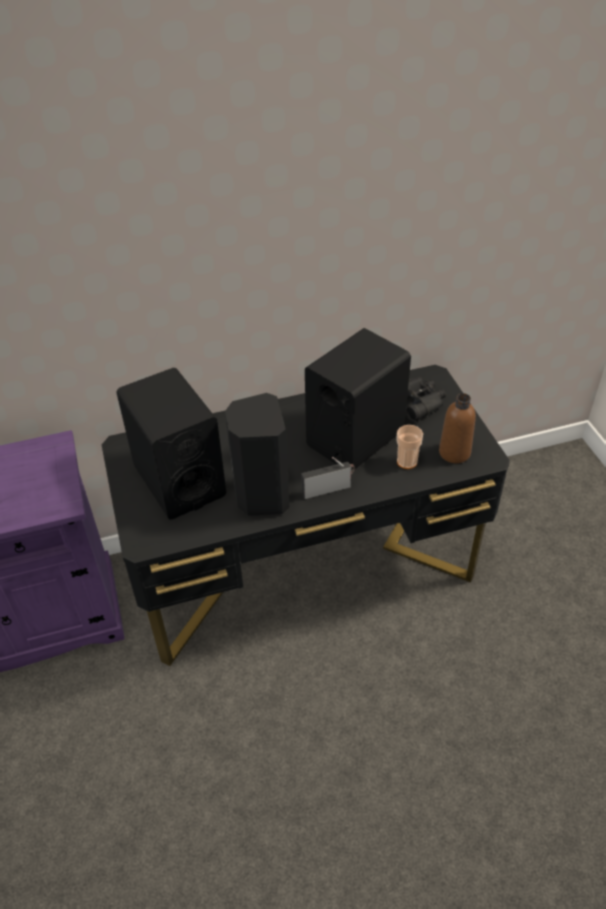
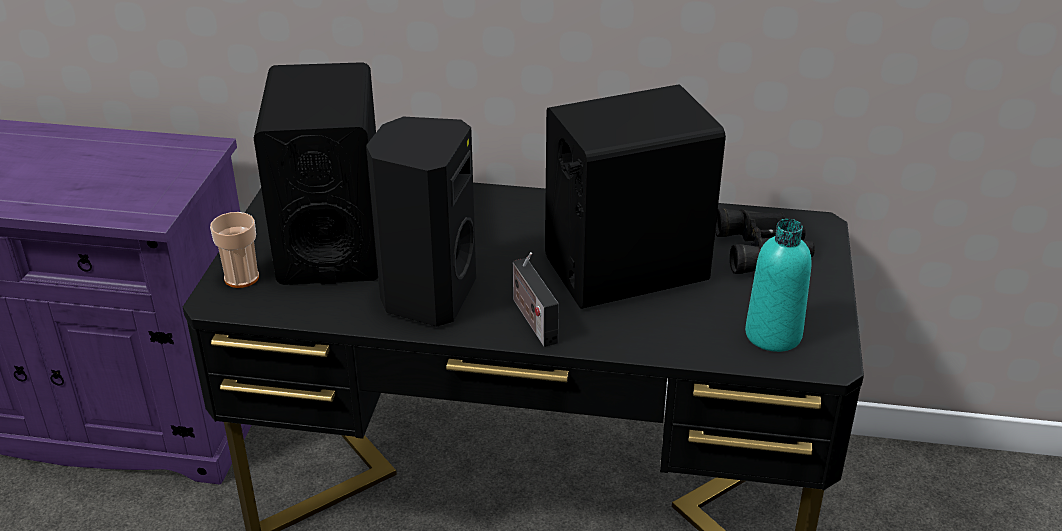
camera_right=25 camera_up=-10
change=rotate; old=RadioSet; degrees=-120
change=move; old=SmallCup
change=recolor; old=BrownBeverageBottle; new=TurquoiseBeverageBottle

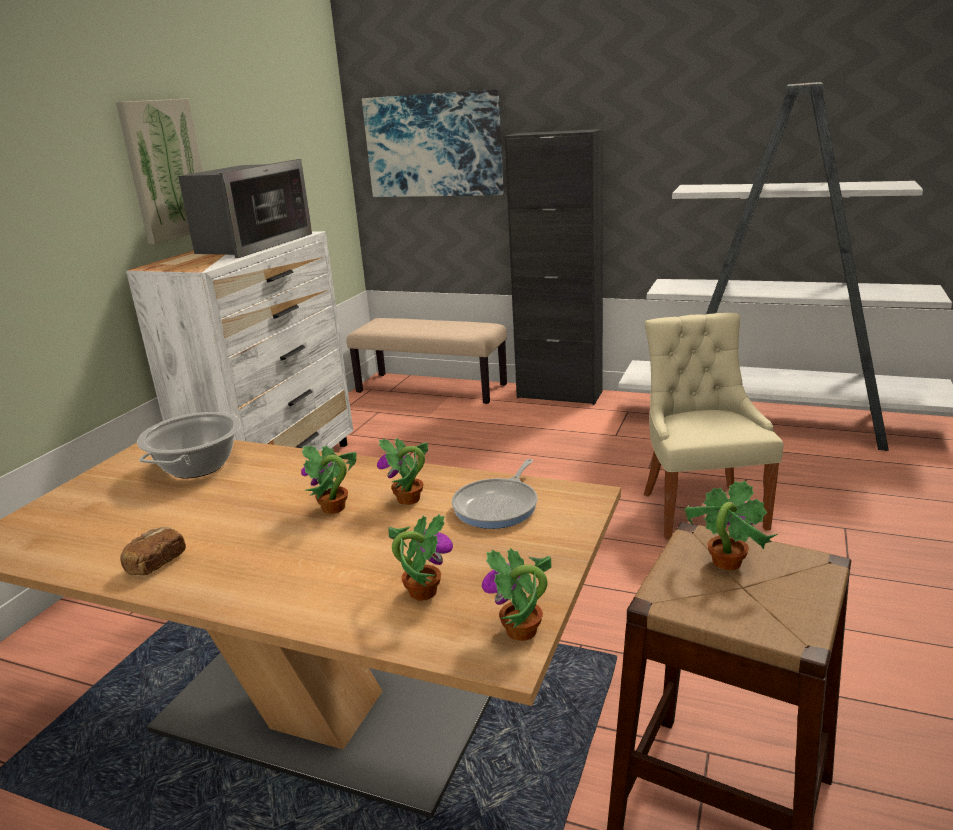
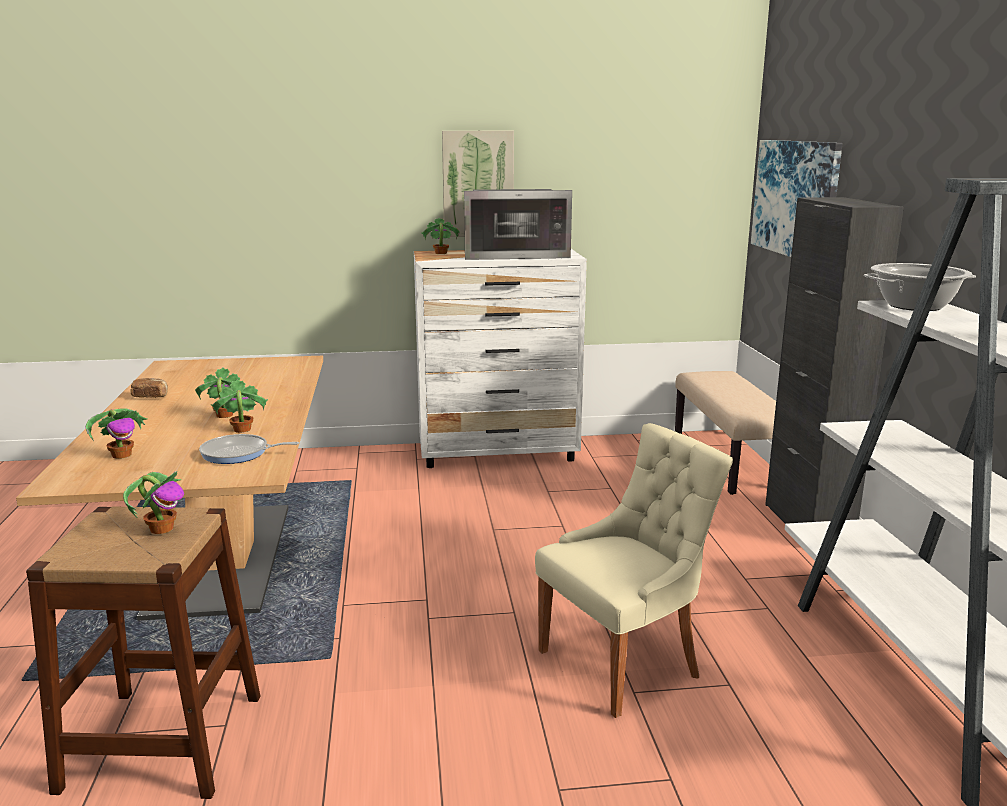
camera_right=60 camera_up=-5
change=move; old=Saucepot
change=move; old=PlantInAPot (4th from left in the first image); new=PlantInAPot (5th from left)

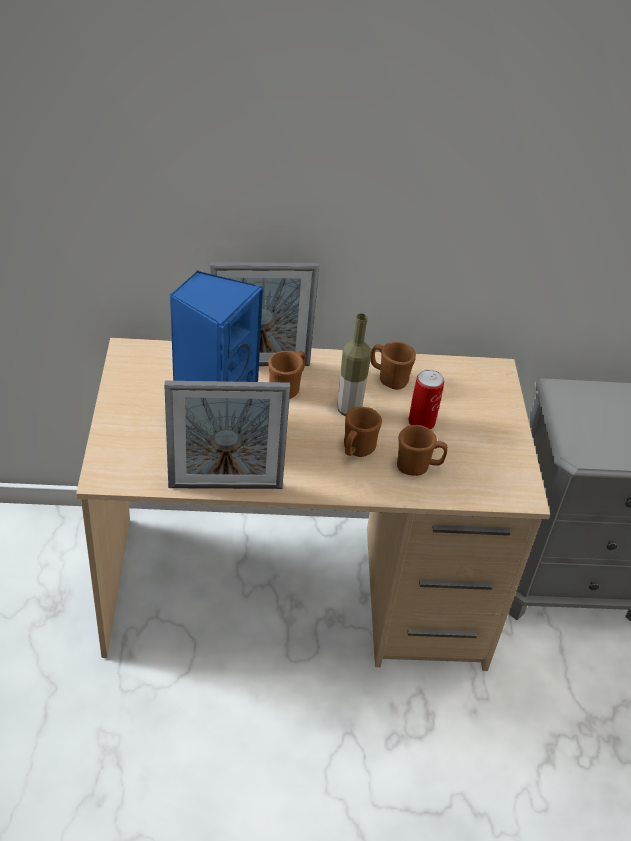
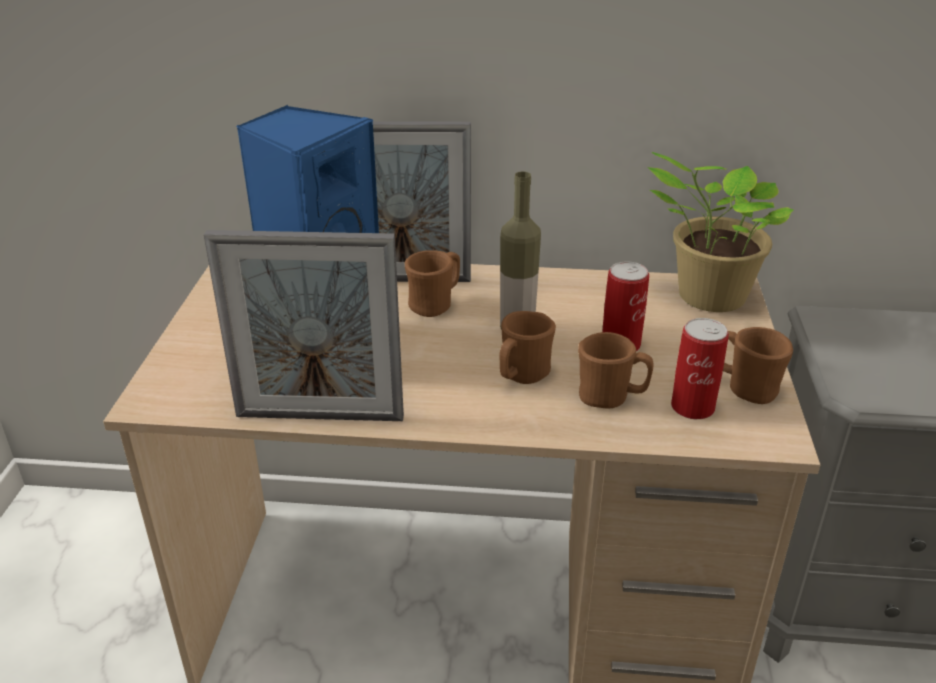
camera_right=10 camera_up=-10
change=move; old=BrownMug (3rd from left in the first image); new=BrownMug (4th from left)
change=insert; new=PlantInAPot
change=insert; new=Can (2nd from left)

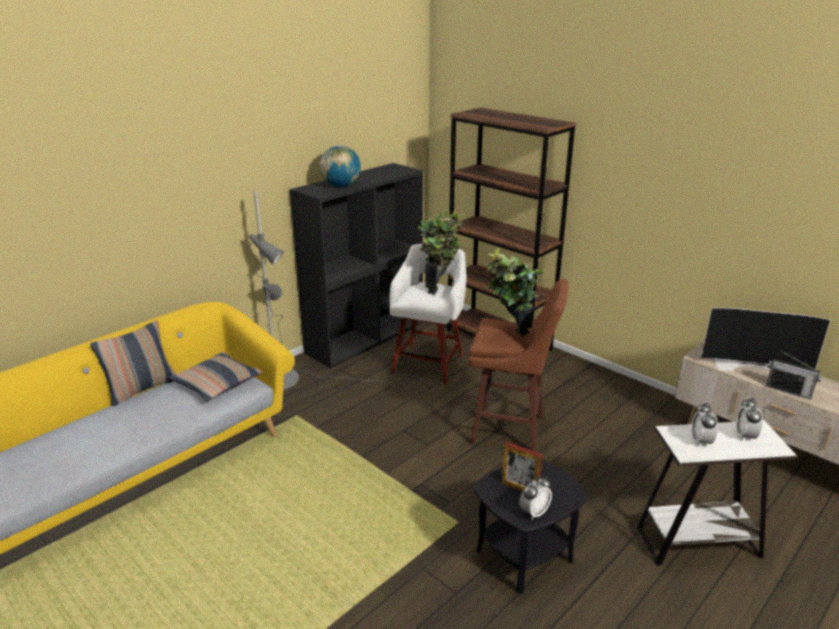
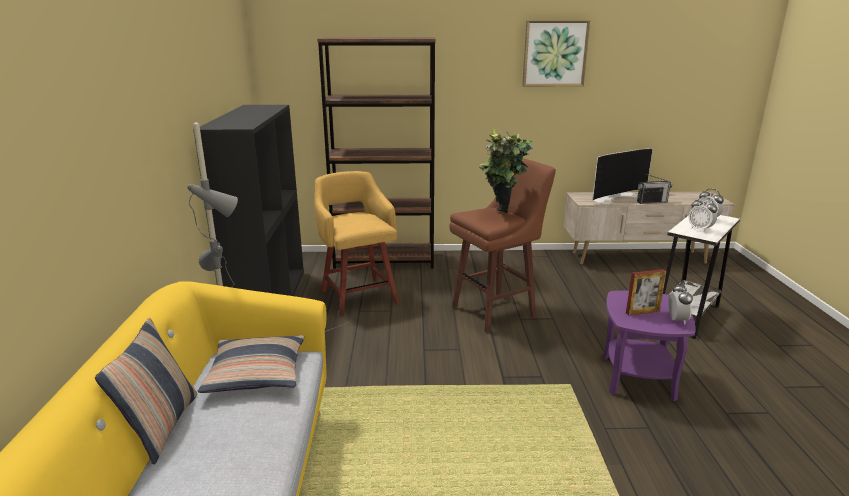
camera_right=-45 camera_up=-5
change=delete; old=Globe
change=recolor; old=WhiteStool; new=YellowStool
change=delete; old=PlantInAPot (1st from left)
change=recolor; old=BlackColouredSideTable; new=PurpleSideTable
change=insert; new=WallPicture

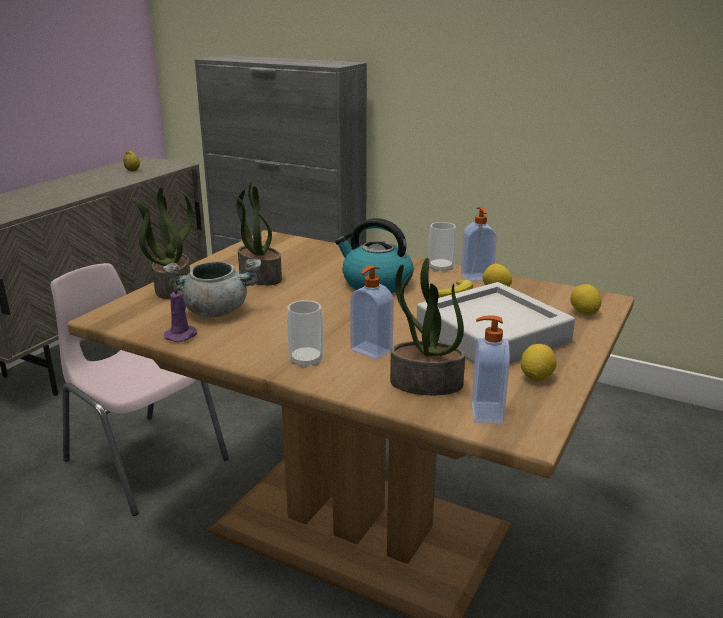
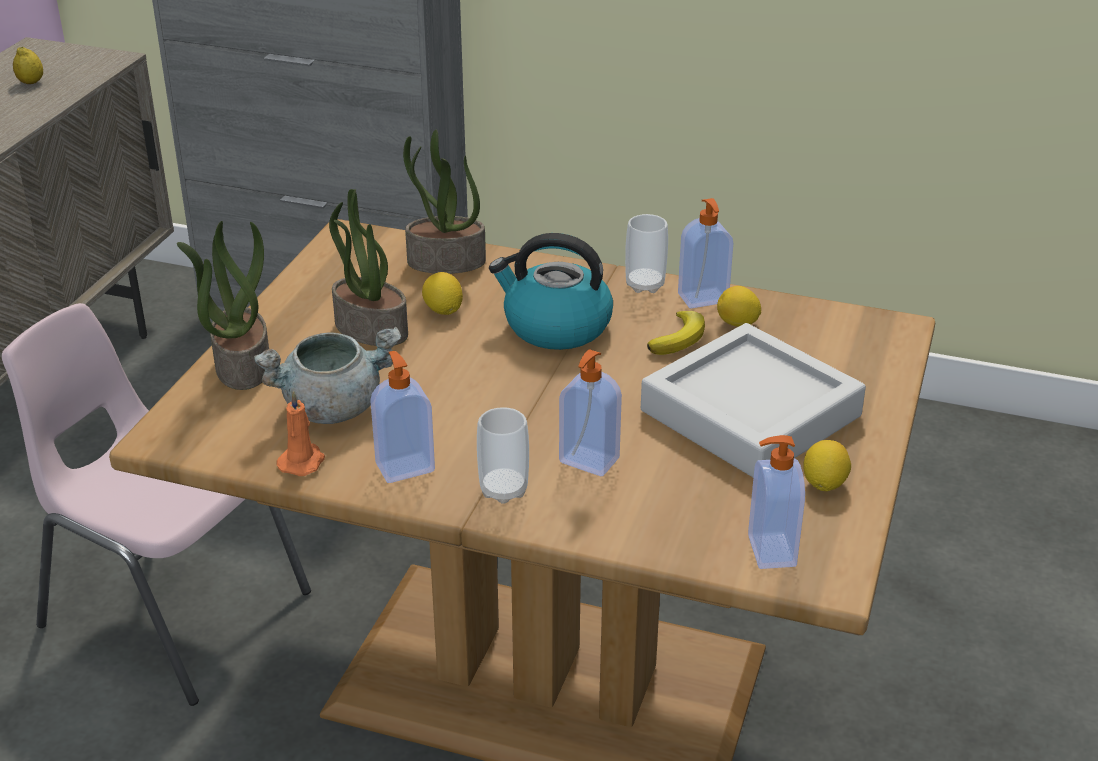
camera_right=-10 camera_up=10
change=recolor; old=PurpleWaxCandle; new=OrangeColouredWaxCandle
change=move; old=PlantInAPot (3rd from left)
change=move; old=WholeLemon (4th from left in the first image); new=WholeLemon (2nd from left)
change=insert; new=SoapDispenser (1st from left)

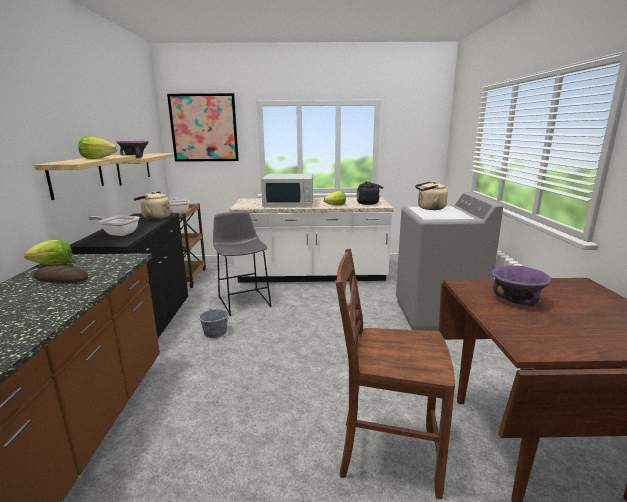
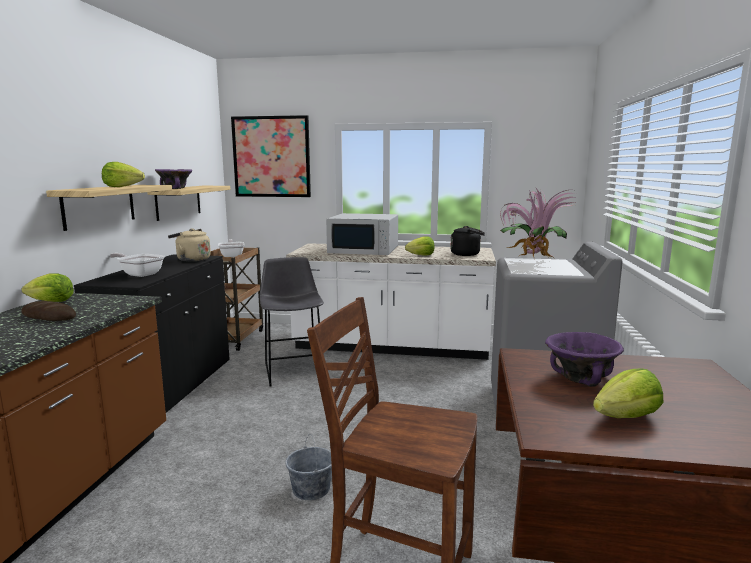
camera_right=10 camera_up=-5
change=move; old=GreyPail
change=replace; old=BeigeColouredTeaKettle (2nd from left); new=PlantInAPot
change=insert; new=HeadOfLettuce (4th from left)

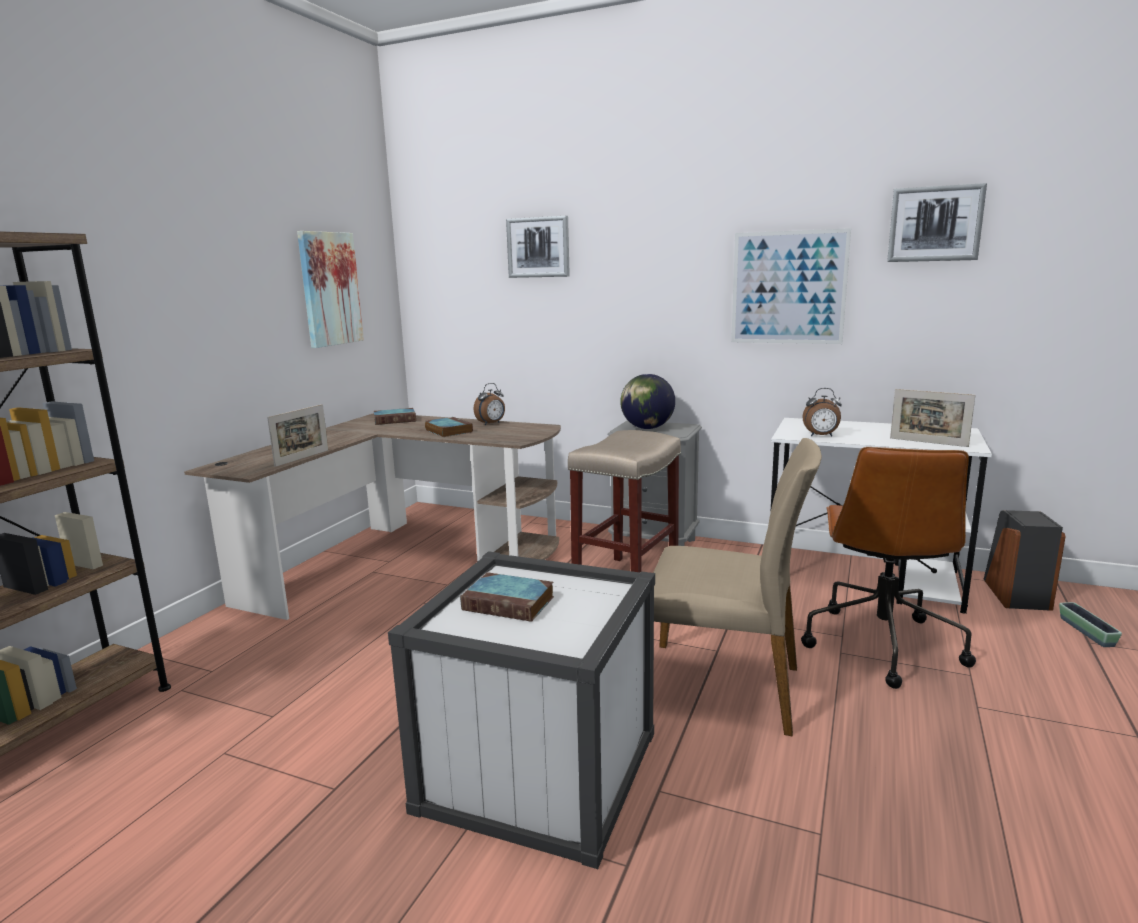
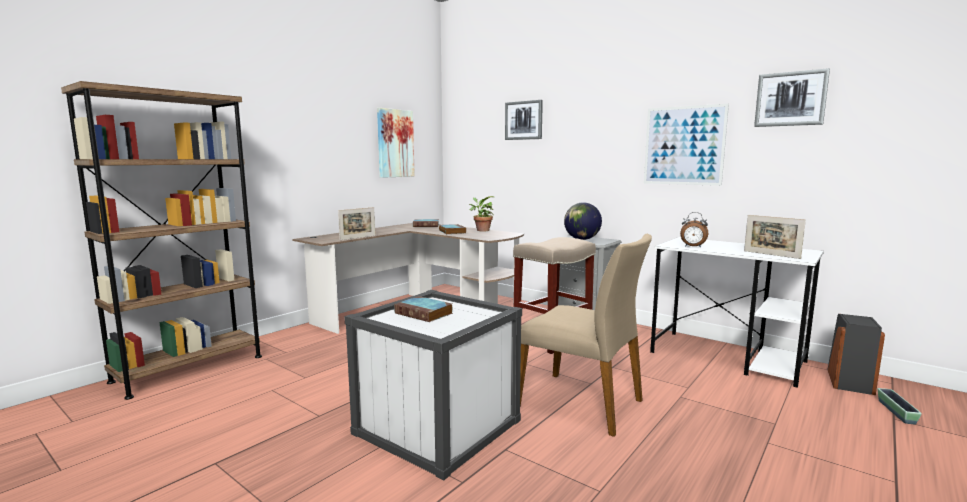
camera_right=15 camera_up=-5
change=replace; old=TableClock (1st from left); new=PlantInAPot
change=delete; old=BrownOfficeChair

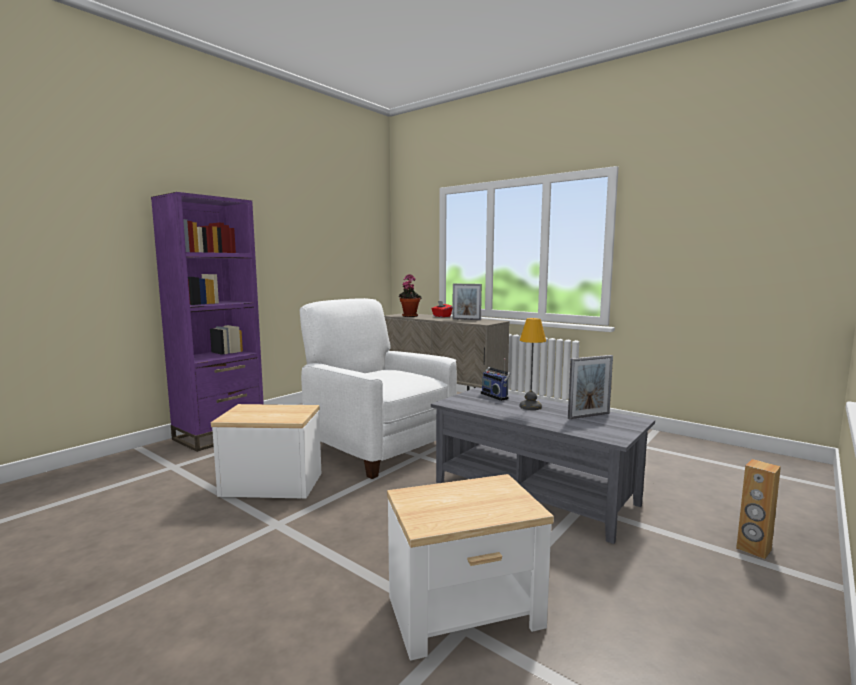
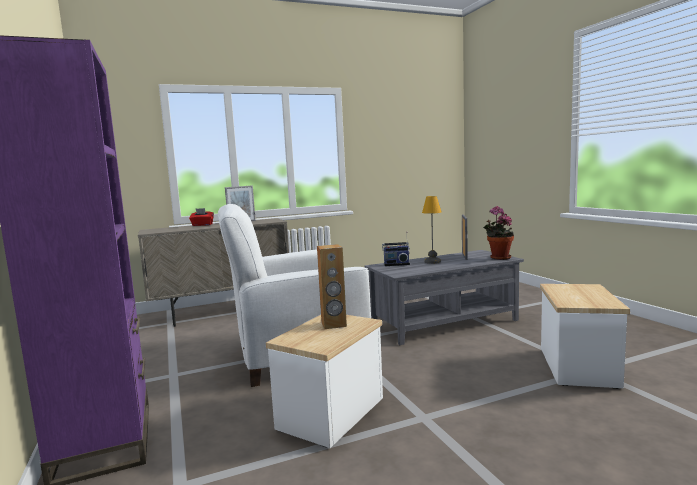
camera_right=-60 camera_up=0
change=move; old=PlantInAPot
change=move; old=BrownSpeaker

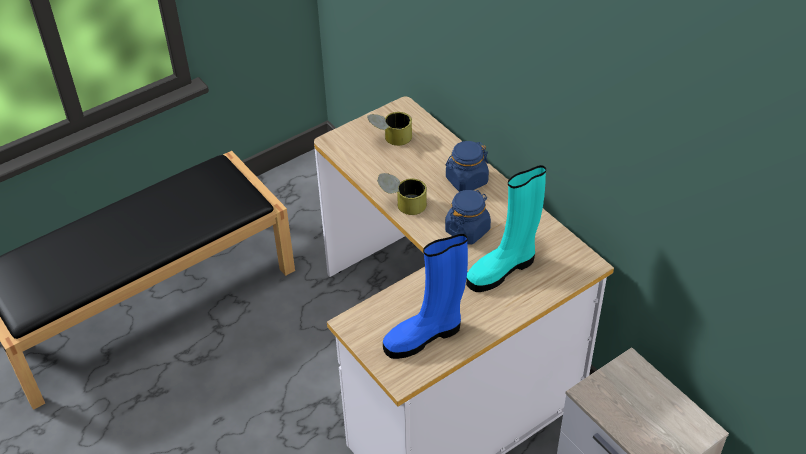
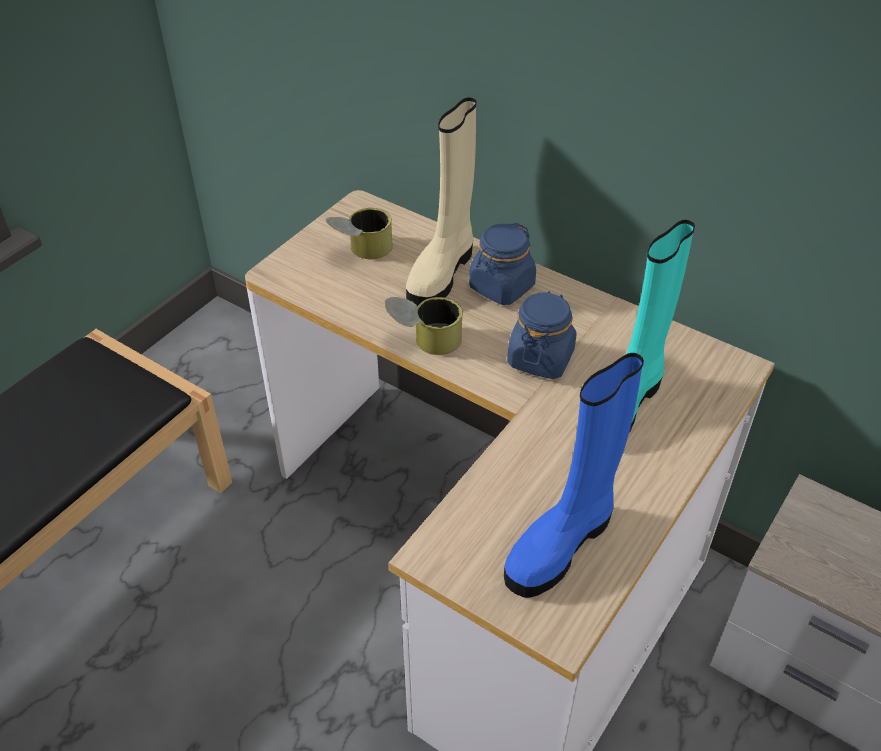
camera_right=-20 camera_up=0
change=insert; new=BeigeColouredBoot

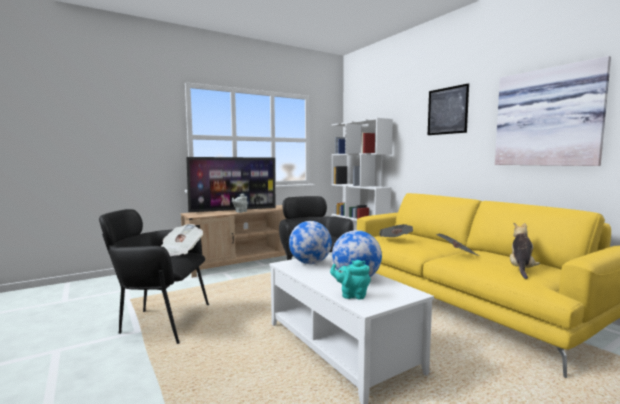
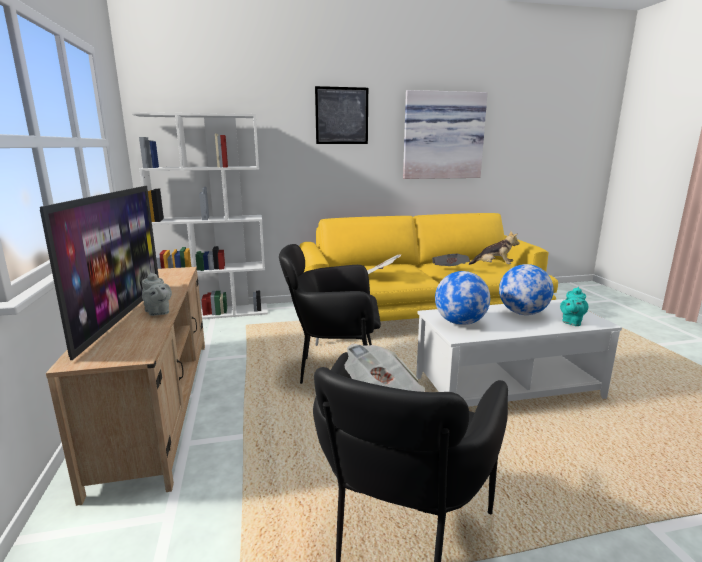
camera_right=-70 camera_up=10
change=rotate; old=SoftToy; degrees=150

